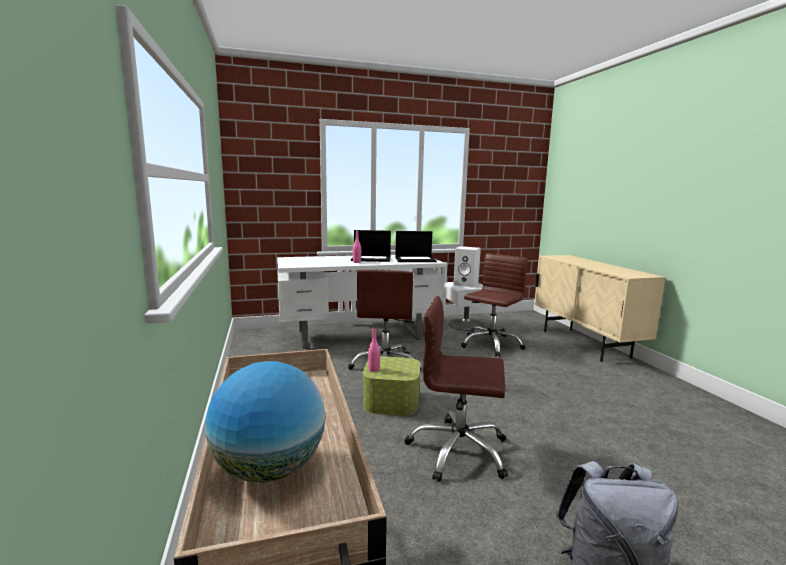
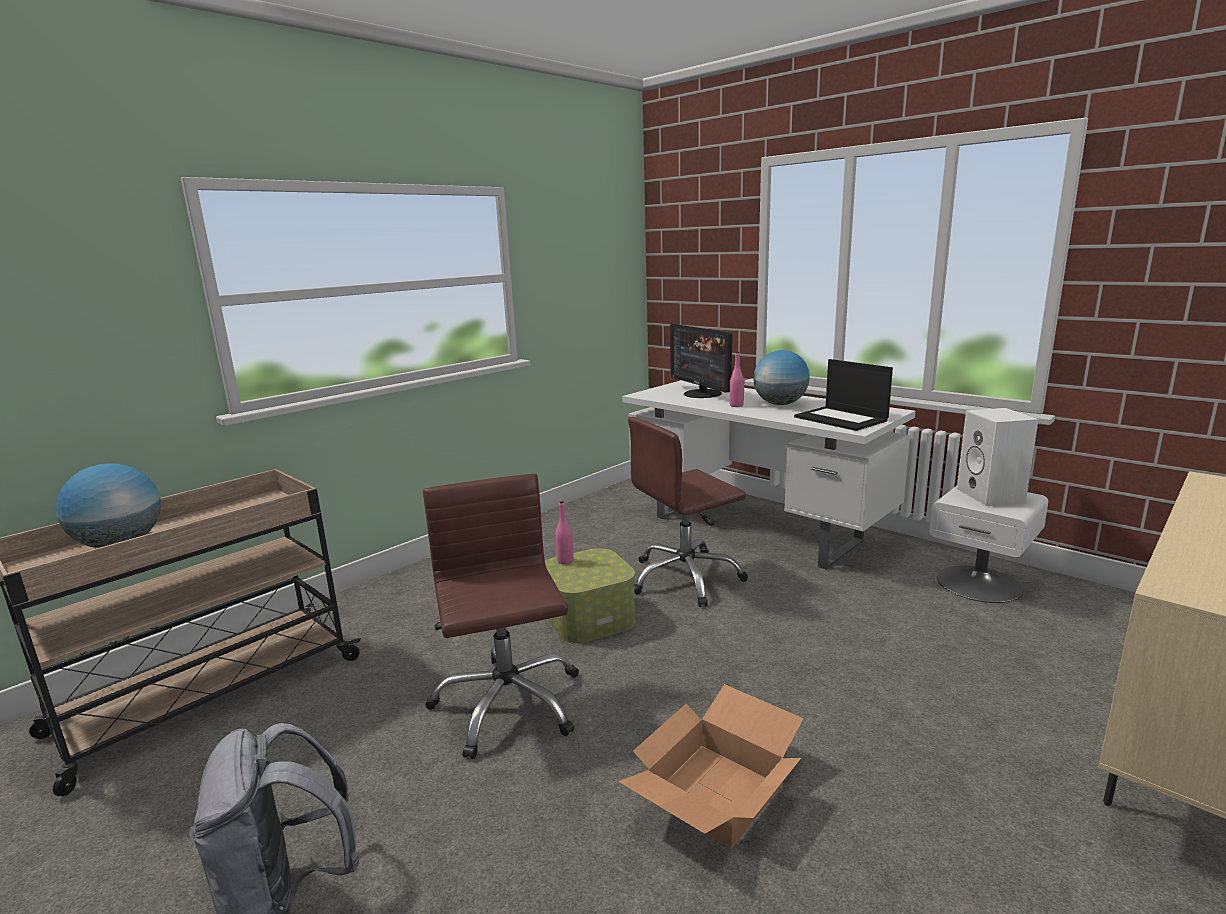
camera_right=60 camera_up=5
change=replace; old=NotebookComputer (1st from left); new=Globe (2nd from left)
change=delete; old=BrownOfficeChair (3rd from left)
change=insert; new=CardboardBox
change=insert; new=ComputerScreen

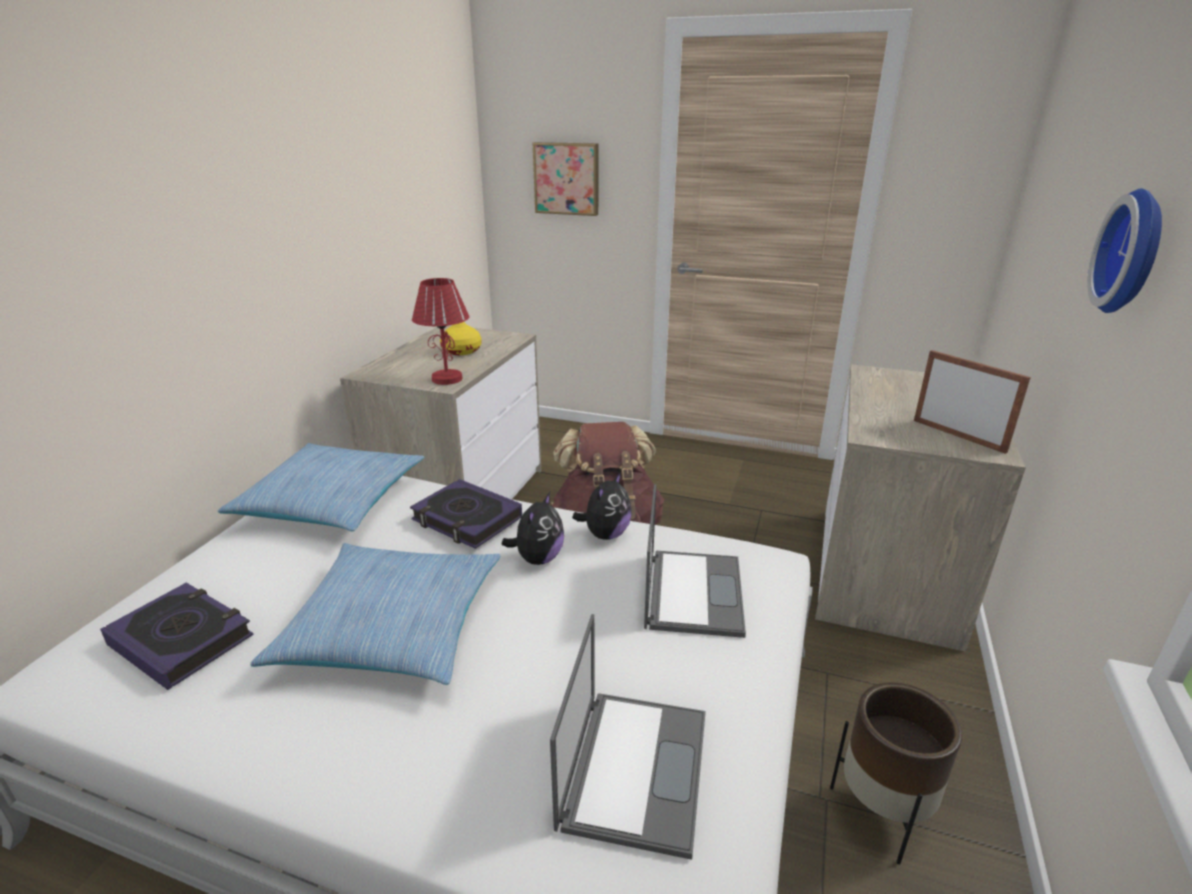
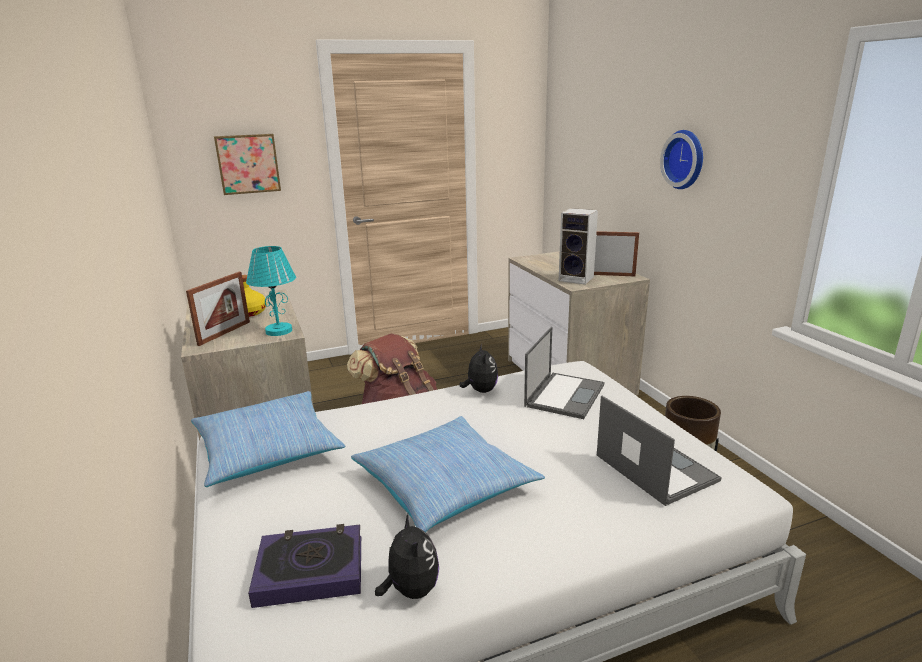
camera_right=-40 camera_up=-5
change=delete; old=Book (2nd from left)
change=recolor; old=ReddishTableLamp; new=TurquoiseTableLamp
change=move; old=SoftToy (1st from left)
change=rotate; old=NotebookComputer (2nd from left in the first image); degrees=60
change=insert; new=PhotoFrame (1st from left)
change=insert; new=Speaker

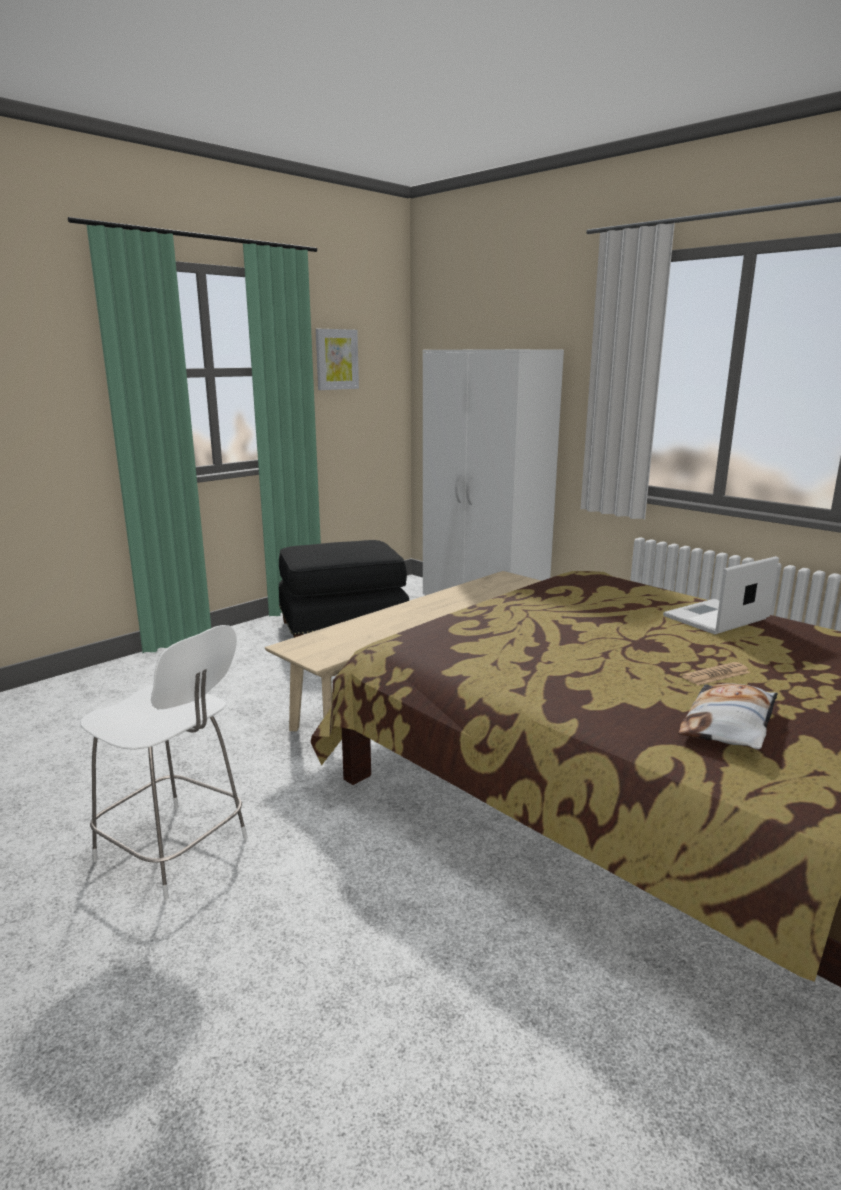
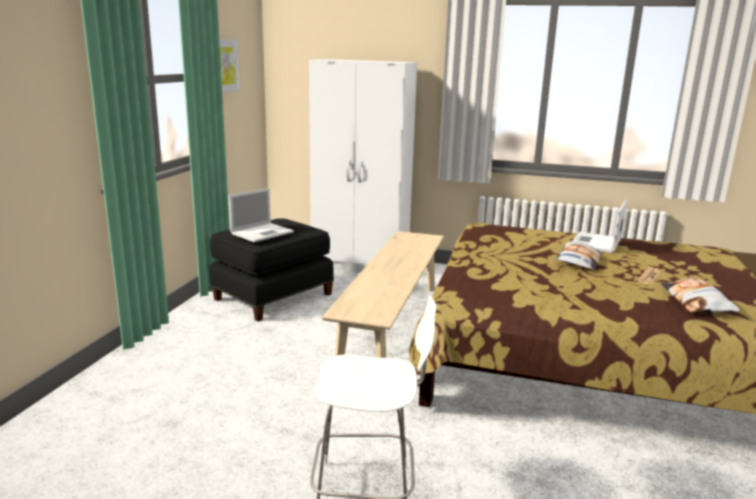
camera_right=-30 camera_up=0
change=insert; new=NotebookComputer (1st from left)
change=insert; new=Cushion (1st from left)

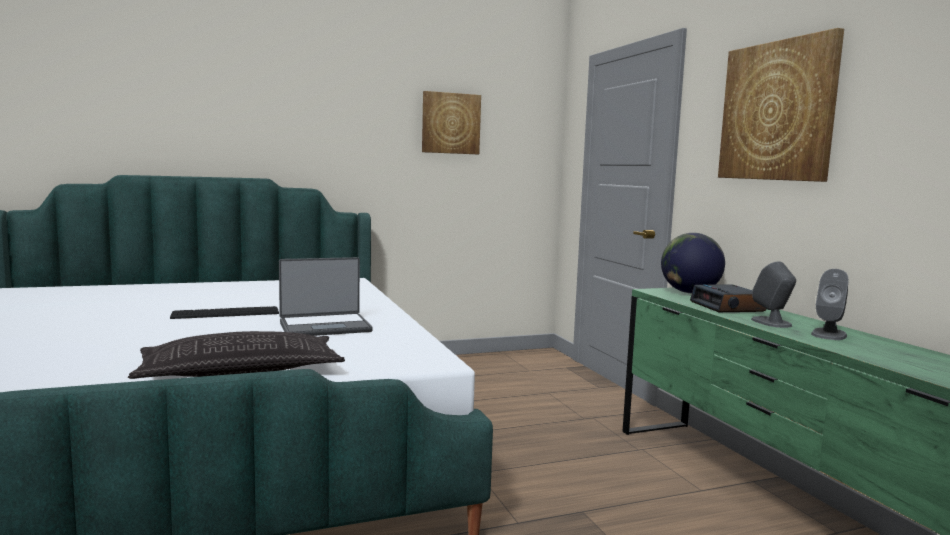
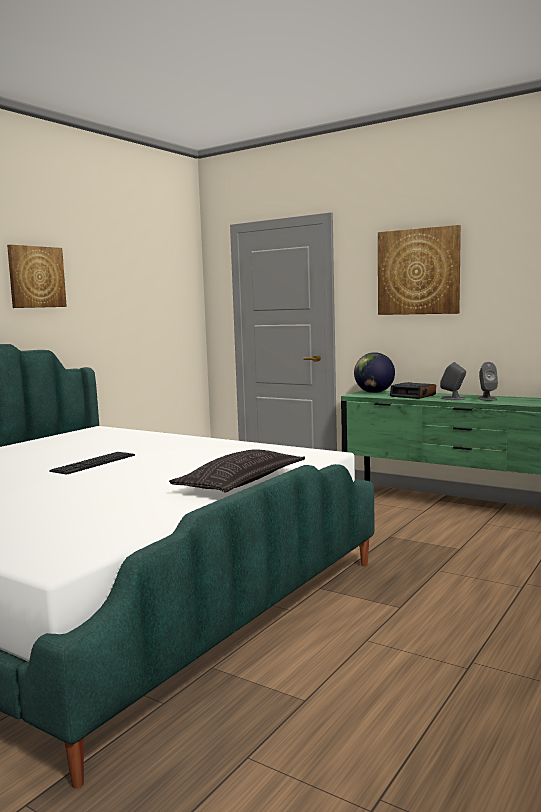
camera_right=-35 camera_up=0
change=delete; old=NotebookComputer
change=move; old=WallPicture (1st from left)

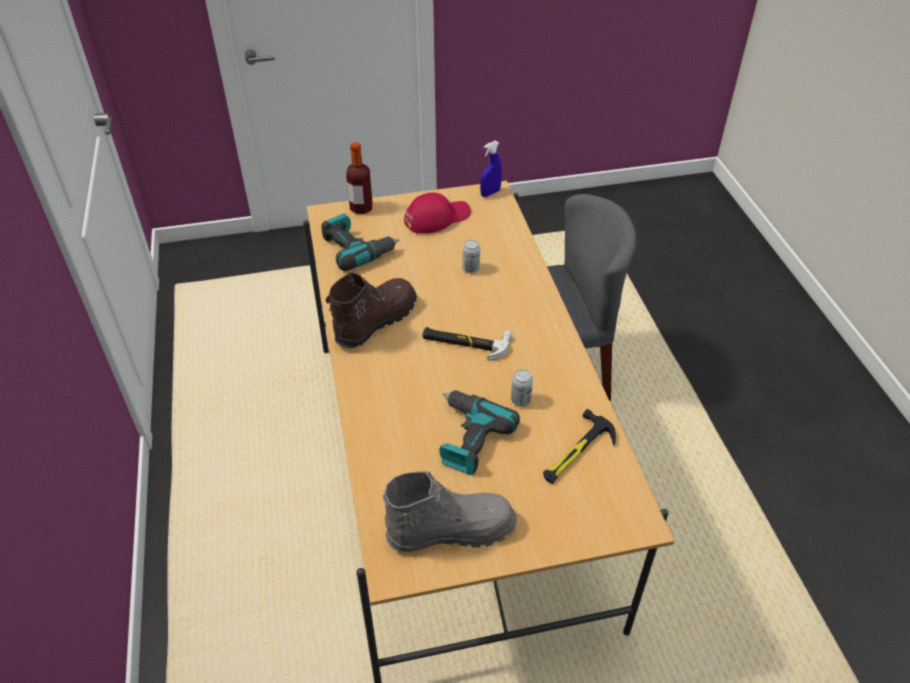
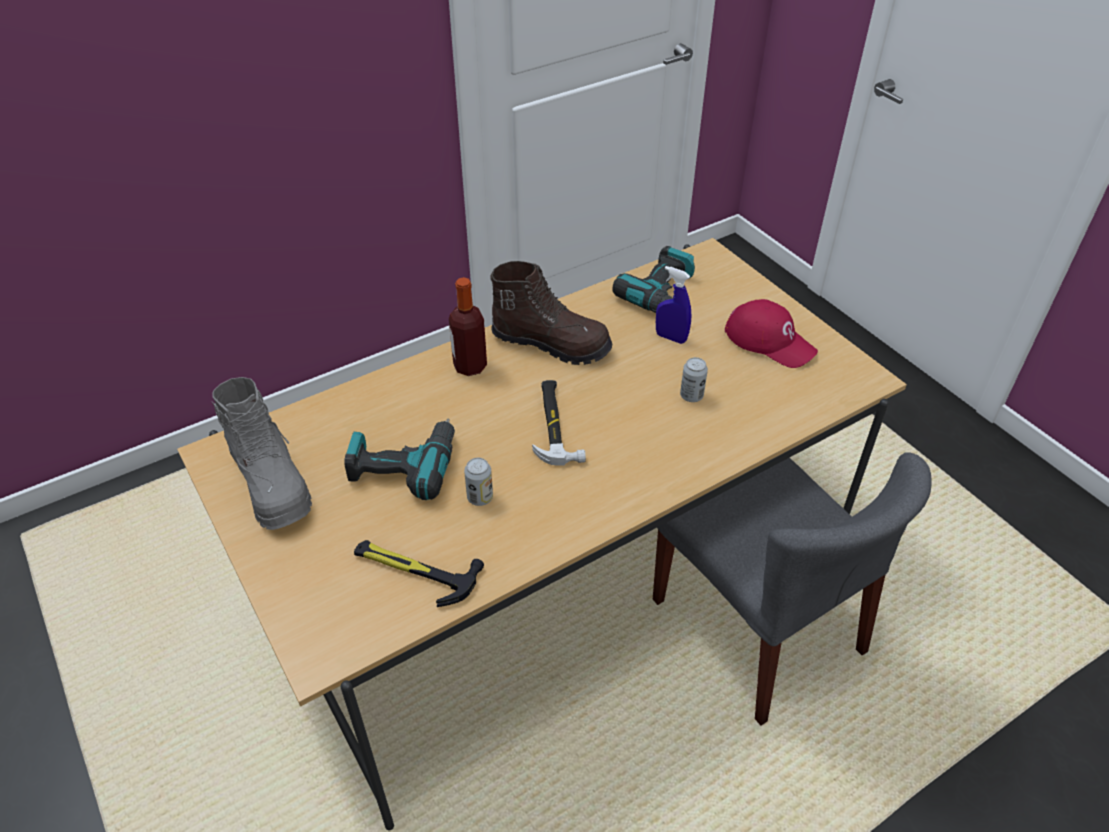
camera_right=70 camera_up=0
change=move; old=BeverageBottle
change=move; old=BlueSprayBottle

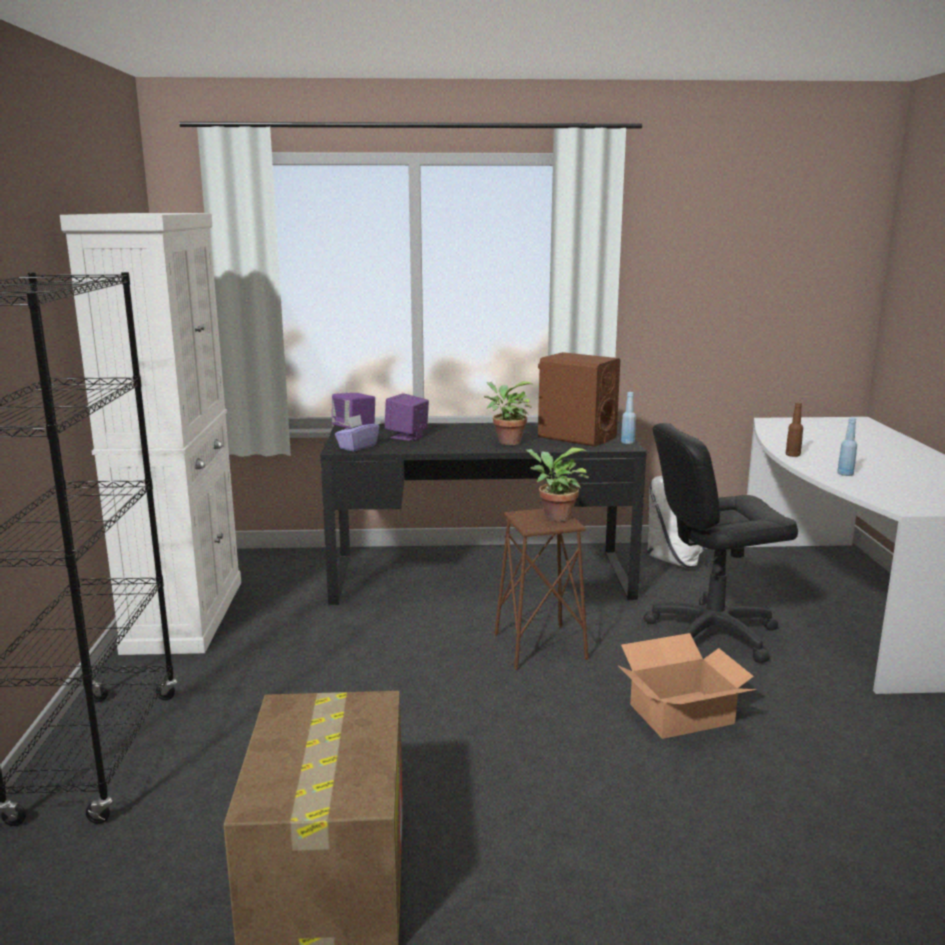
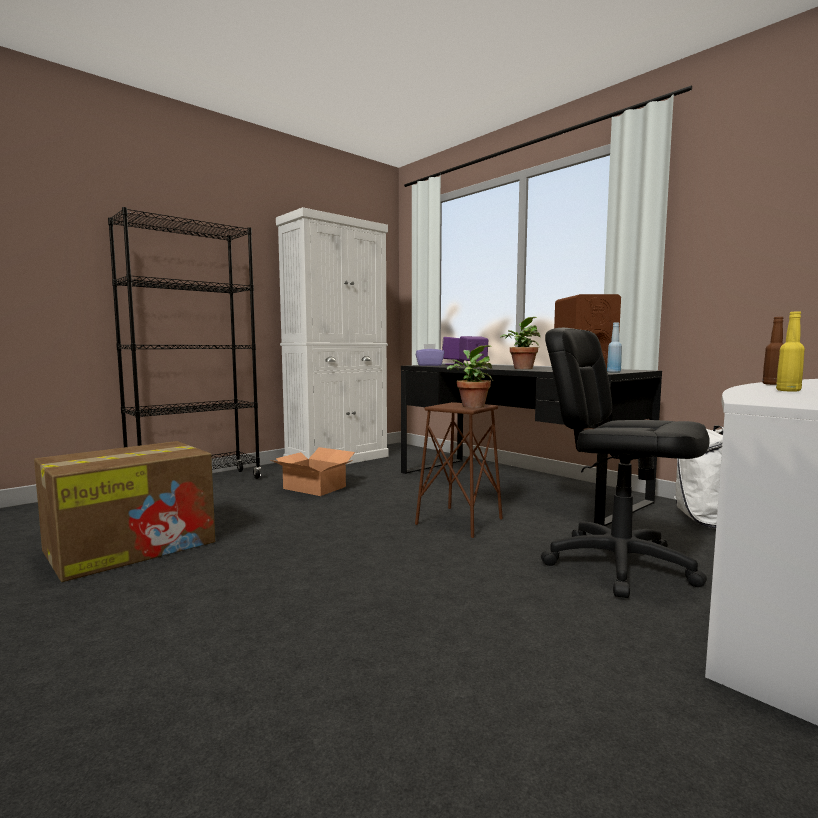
camera_right=50 camera_up=-10
change=move; old=CardboardBox (2nd from left)
change=recolor; old=BlueBeverageBottle (2nd from left); new=YellowBeverageBottle

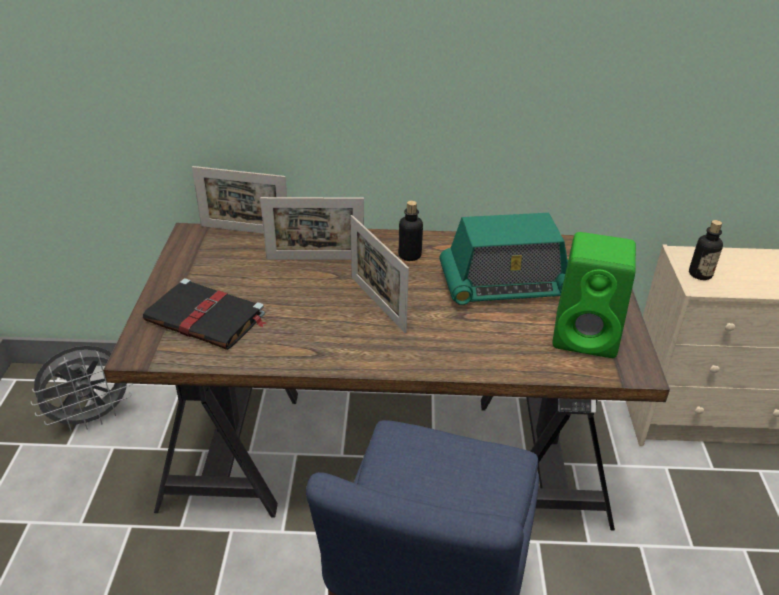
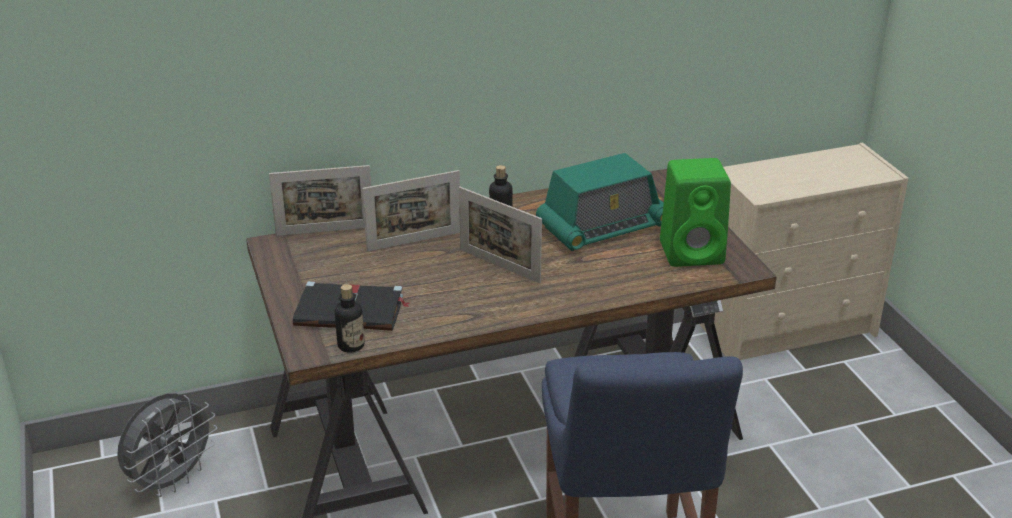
camera_right=-20 camera_up=-5
change=move; old=BeverageBottle (2nd from left in the first image); new=BeverageBottle (1st from left)

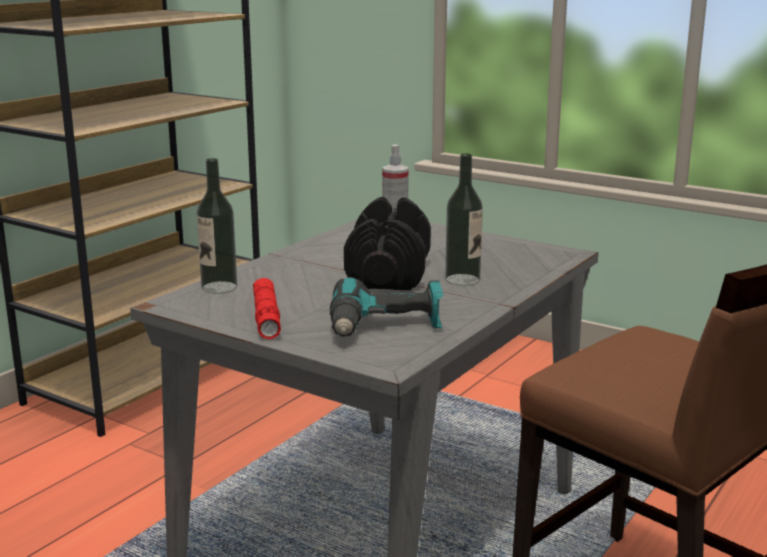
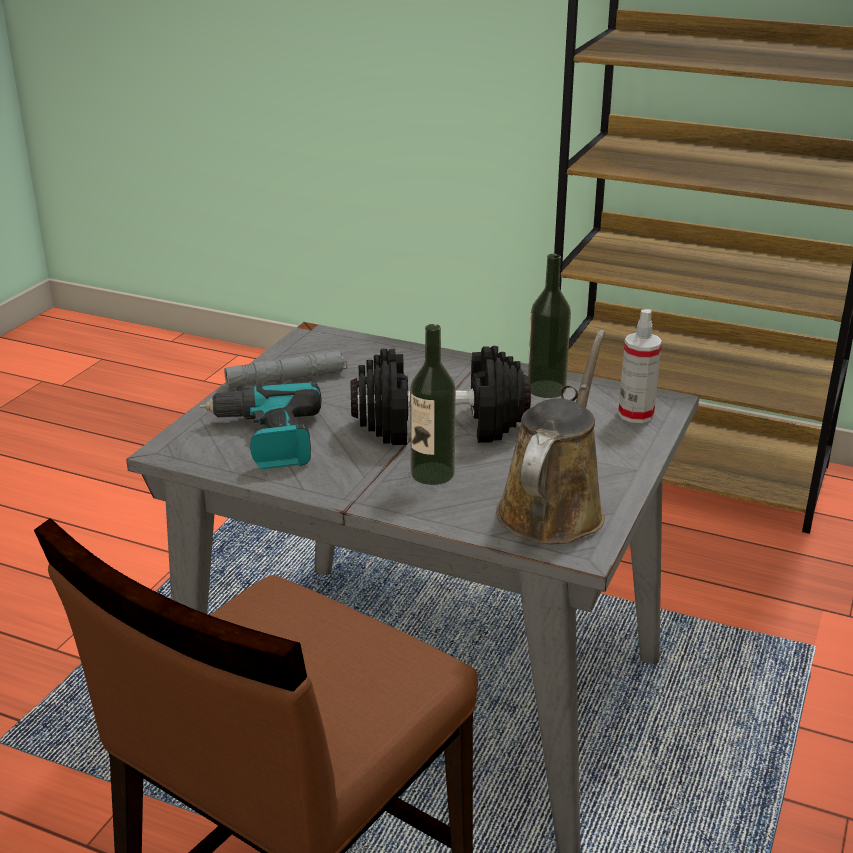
camera_right=80 camera_up=10
change=move; old=BeverageBottle (1st from left in the first image); new=BeverageBottle (2nd from left)
change=recolor; old=ReddishHandTorch; new=GreyHandTorch
change=insert; new=BrownSprinklingCan

